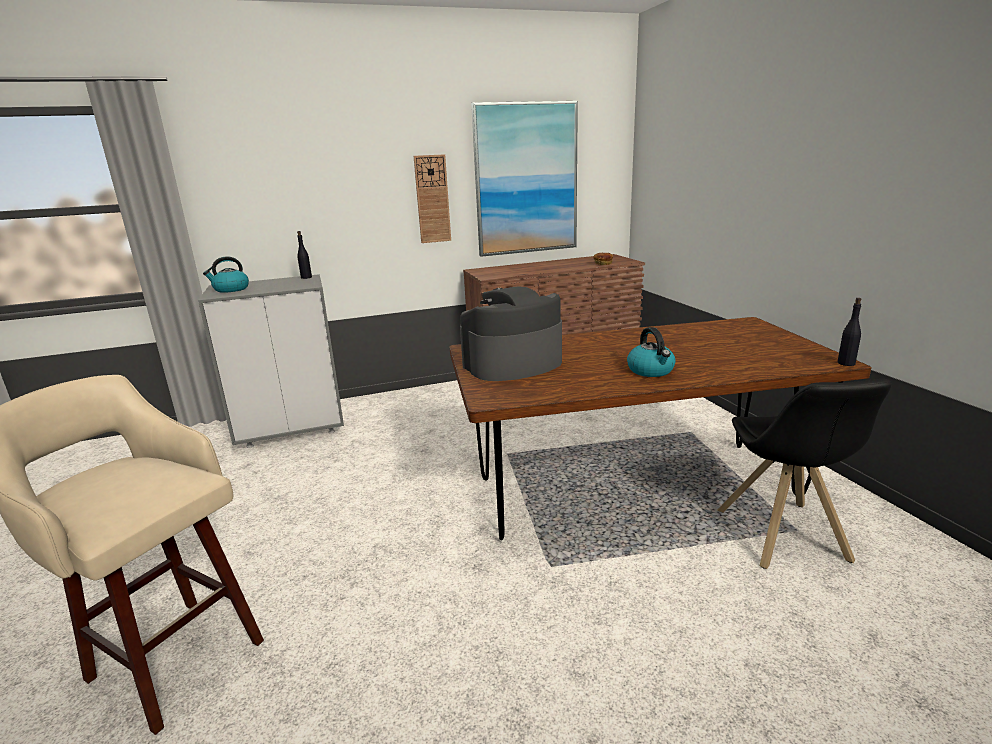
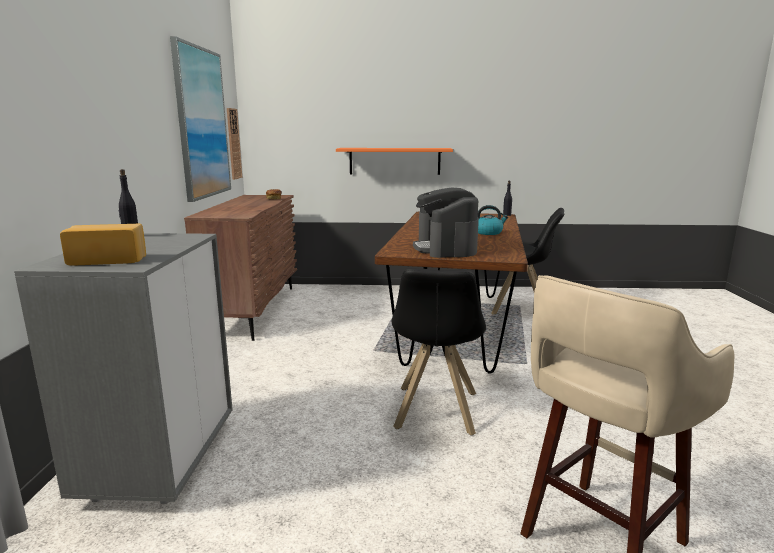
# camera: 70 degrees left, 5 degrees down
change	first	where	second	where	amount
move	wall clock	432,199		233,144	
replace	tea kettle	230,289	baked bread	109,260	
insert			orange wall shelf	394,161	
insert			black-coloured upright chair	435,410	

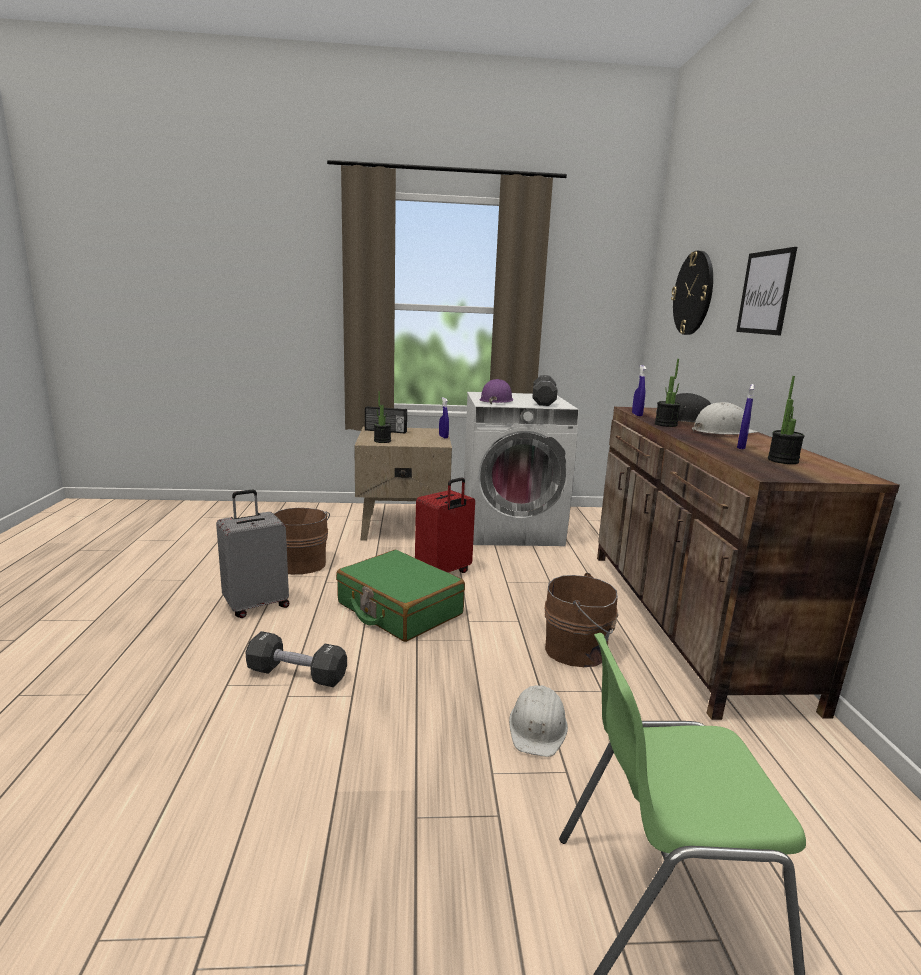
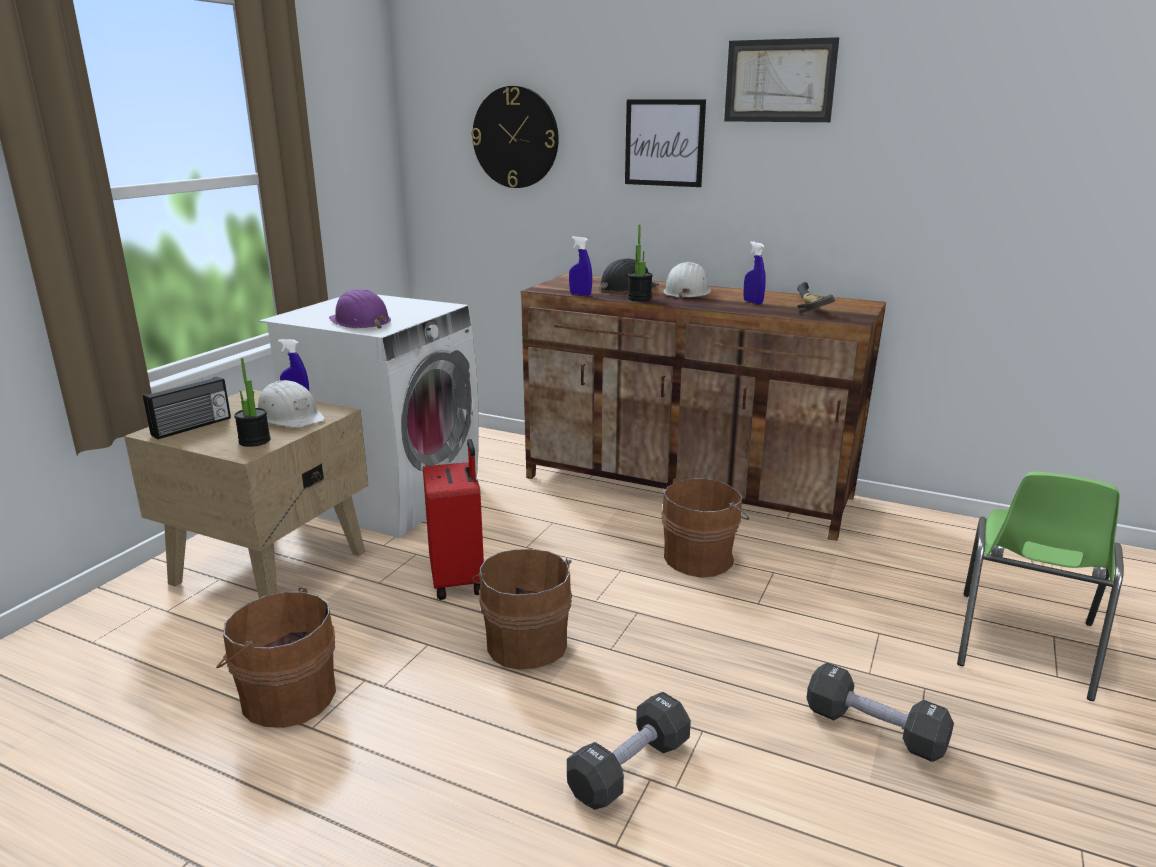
# camera: 60 degrees left, 5 degrees up
change	first	where	second	where	amount
move	black-coloured dumbbell	543,401		874,730	
replace	potted plant	783,460	tool hammer	807,305	
delete	gray suitcase	256,605			
replace	greenish suitcase	399,609	brown-coloured pail	526,641	
move	whitish safety helmet	538,727		290,417	
insert			wall art	779,81	

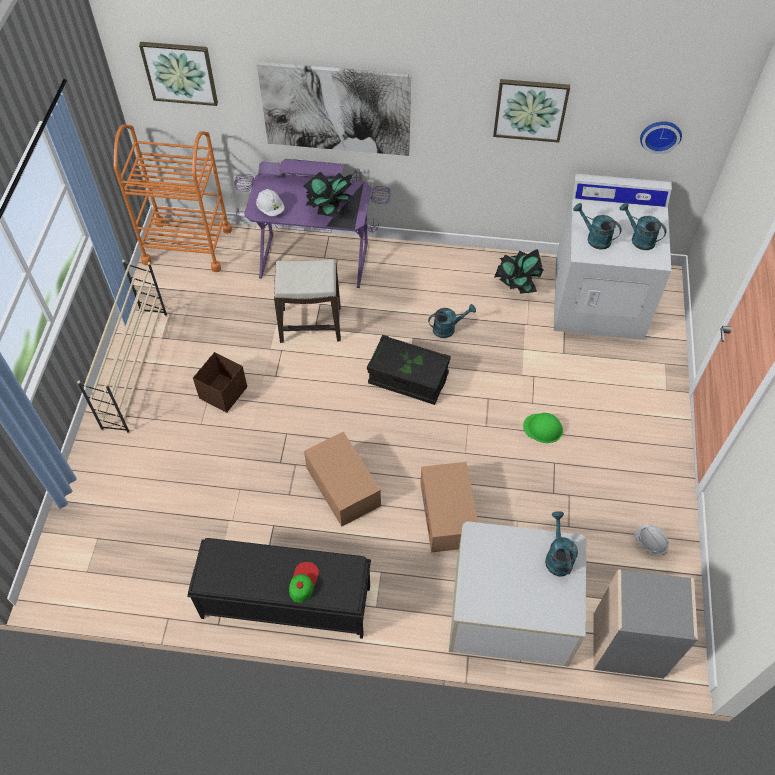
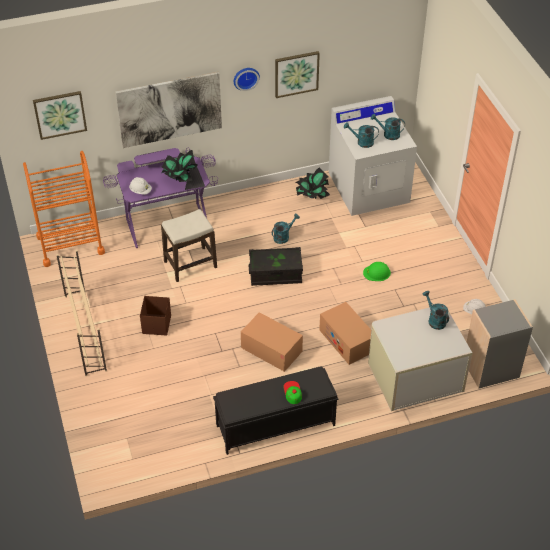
# camera: 25 degrees left, 10 degrees down
change	first	where	second	where	amount
move	wall clock	660,134		245,77	

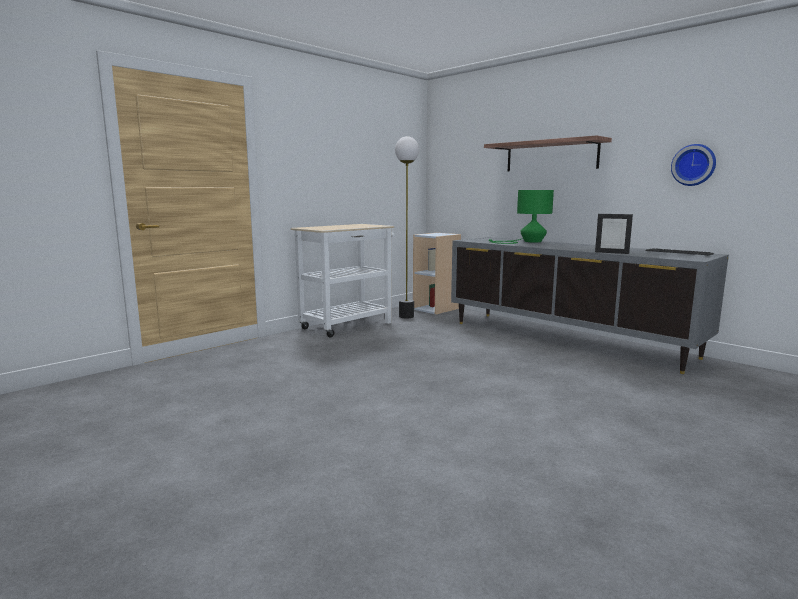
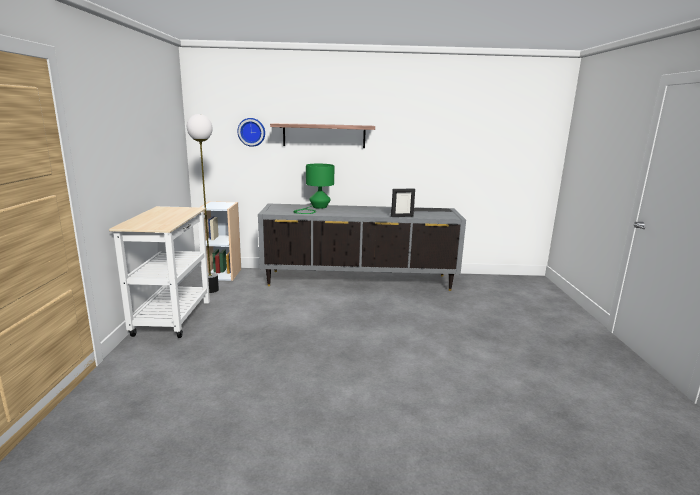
# camera: 45 degrees left, 5 degrees up
change	first	where	second	where	amount
move	wall clock	694,165		252,132	

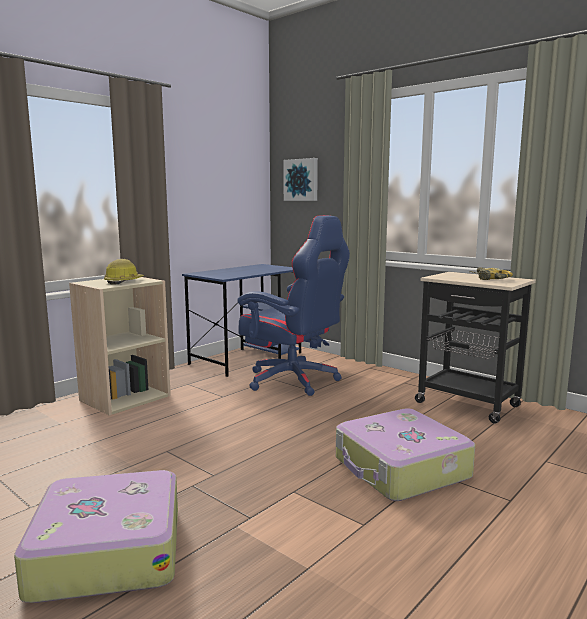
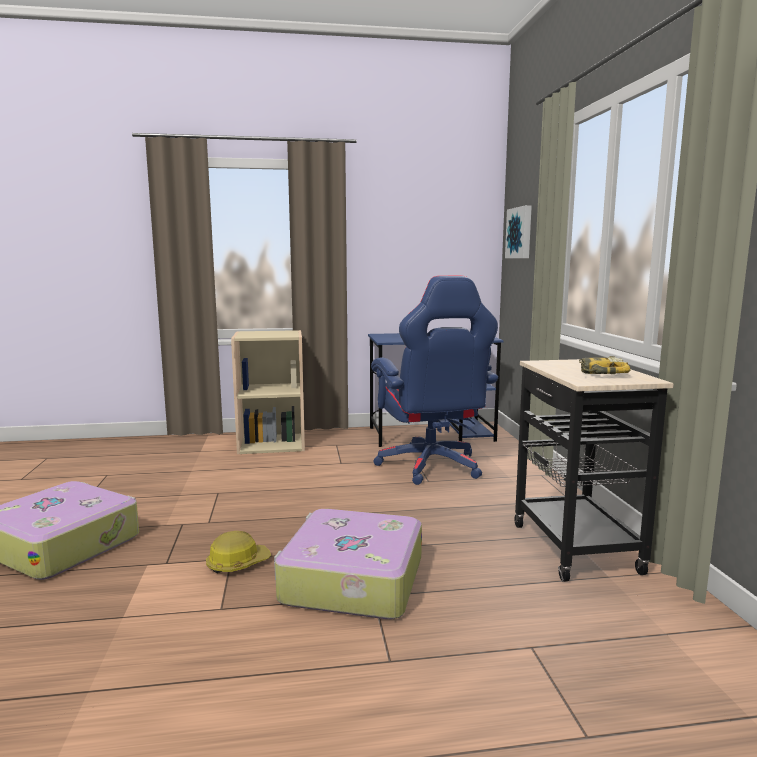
# camera: 40 degrees right, 0 degrees up
change	first	where	second	where	amount
move	safety helmet	124,282		237,563	

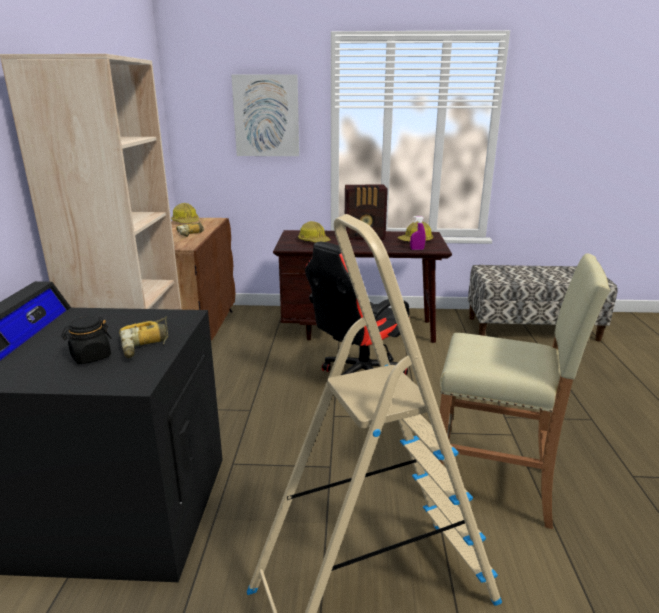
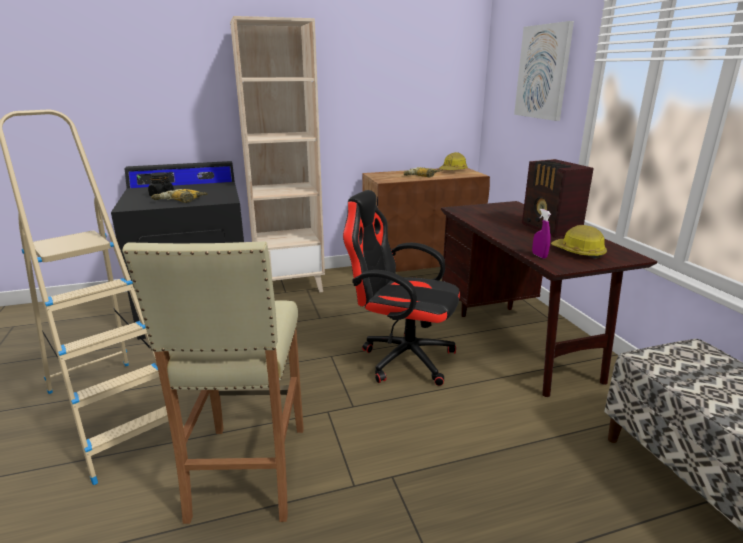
# camera: 70 degrees right, 0 degrees up
change	first	where	second	where	amount
delete	safety helmet	314,241			

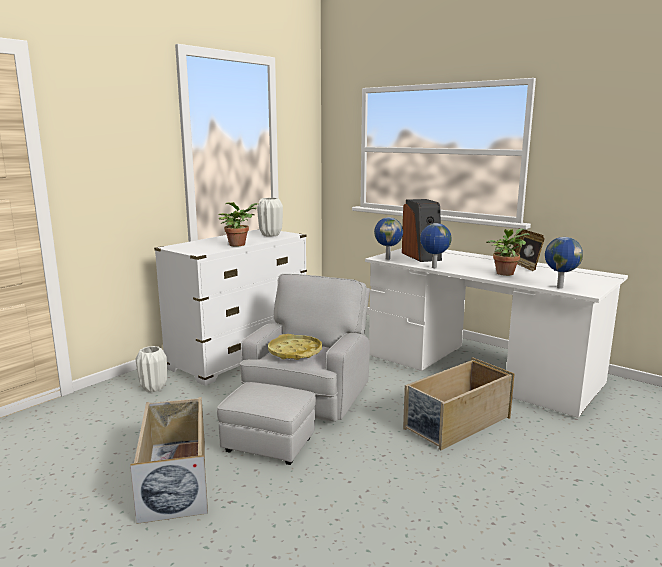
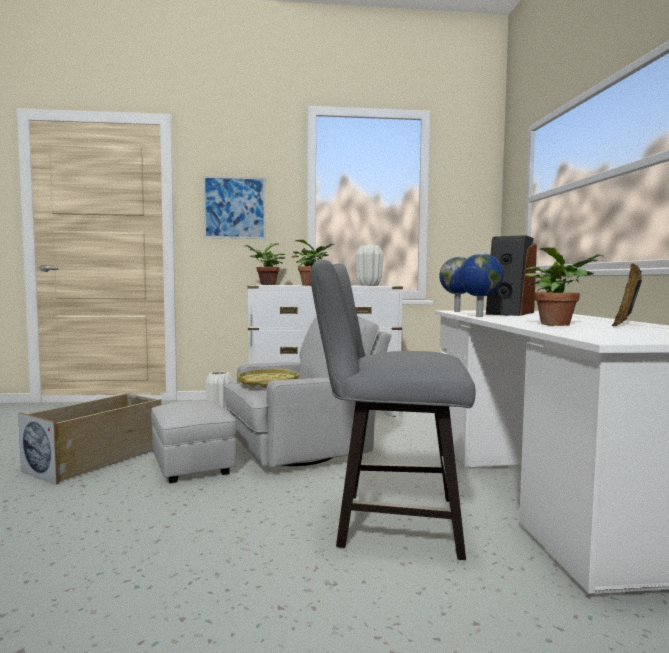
# camera: 45 degrees right, 10 degrees down
change	first	where	second	where	amount
delete	world globe	559,287			
replace	sand-coloured storage box	456,423	gray upright chair	387,522	
insert			wall art	234,207	
insert			potted plant	266,284	

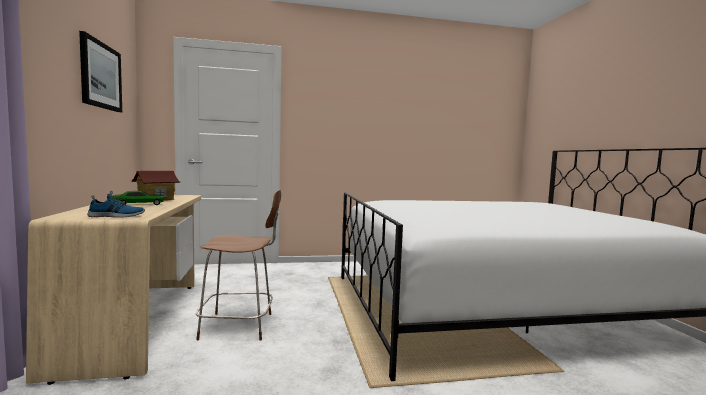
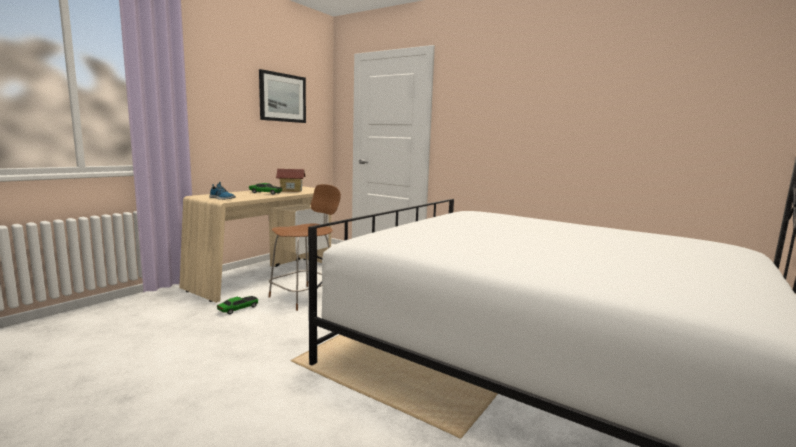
# camera: 45 degrees right, 5 degrees up
change	first	where	second	where	amount
rotate	brown-coloured upright chair	240,326		304,297	90 degrees counterclockwise
insert			toy car	238,309	

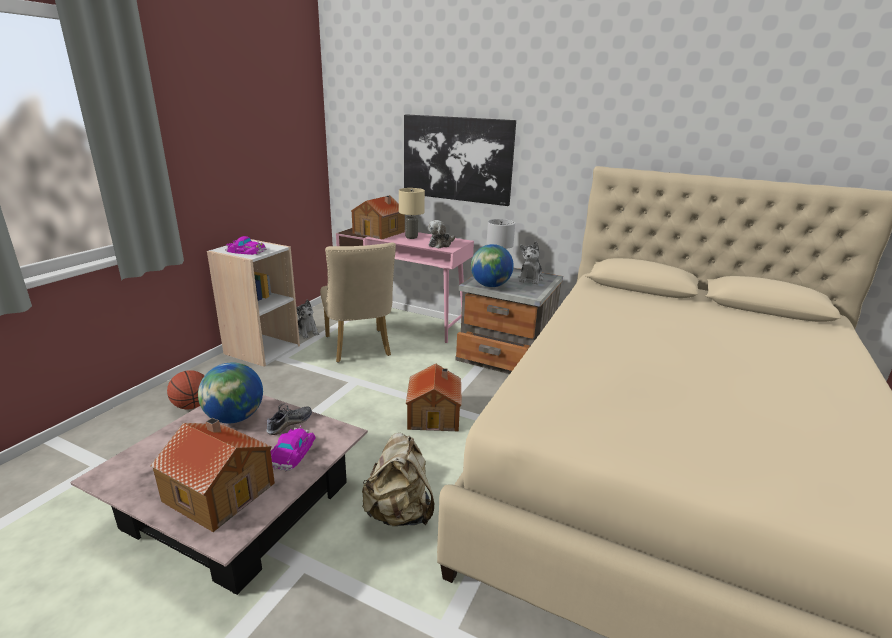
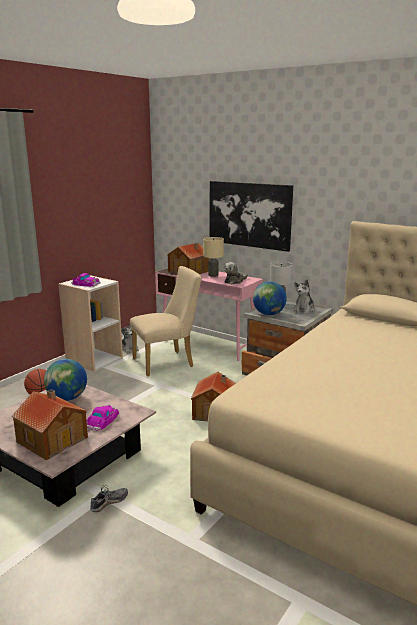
# camera: 10 degrees right, 5 degrees down
change	first	where	second	where	amount
rotate	sand-coloured upright chair	359,348		167,362	105 degrees counterclockwise
move	low shoe	289,424		109,502	
delete	sand-coloured rucksack	399,513			

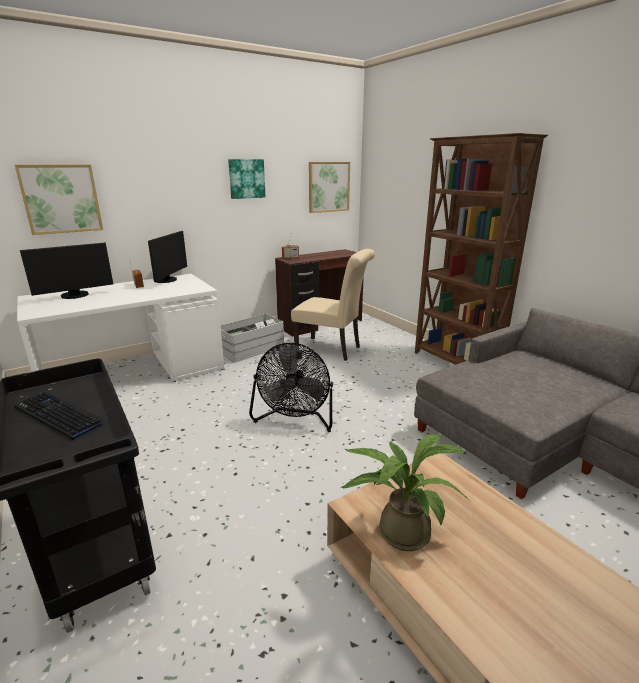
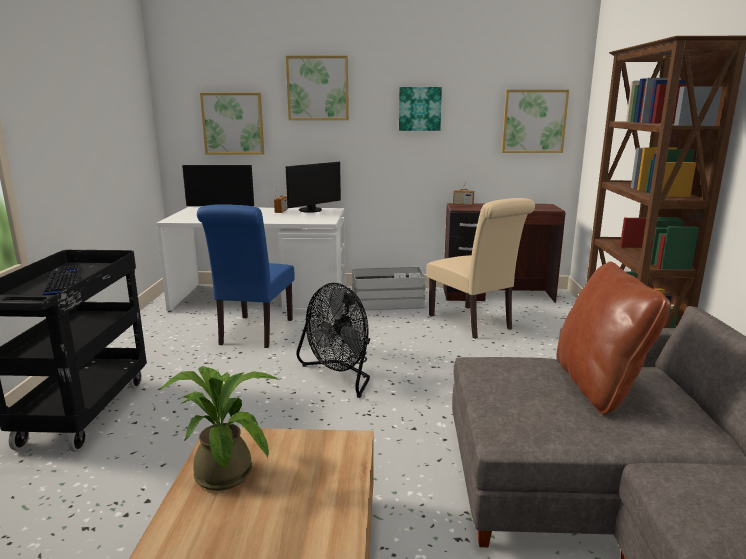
# camera: 35 degrees right, 5 degrees down
change	first	where	second	where	amount
insert			wall art	318,88	
insert			blue-coloured upright chair	254,333	
insert			brown-coloured pillow	598,386	

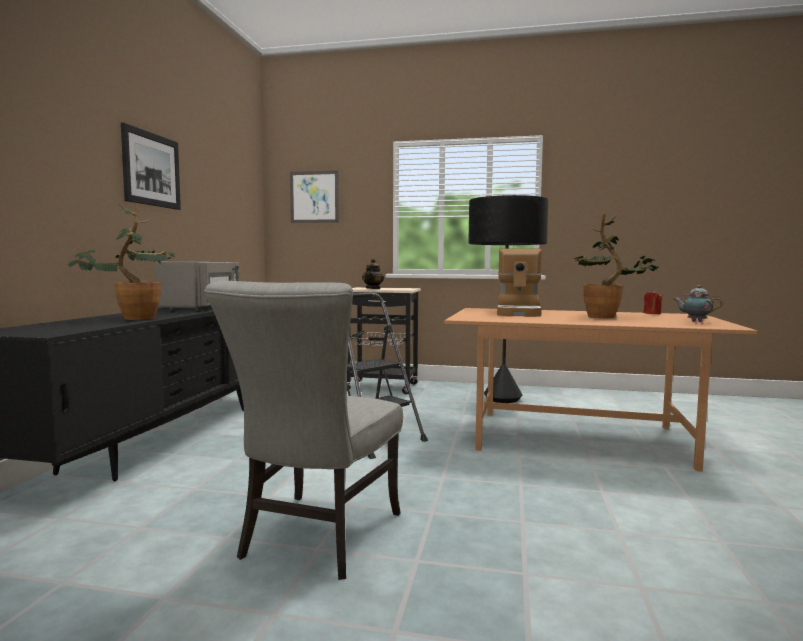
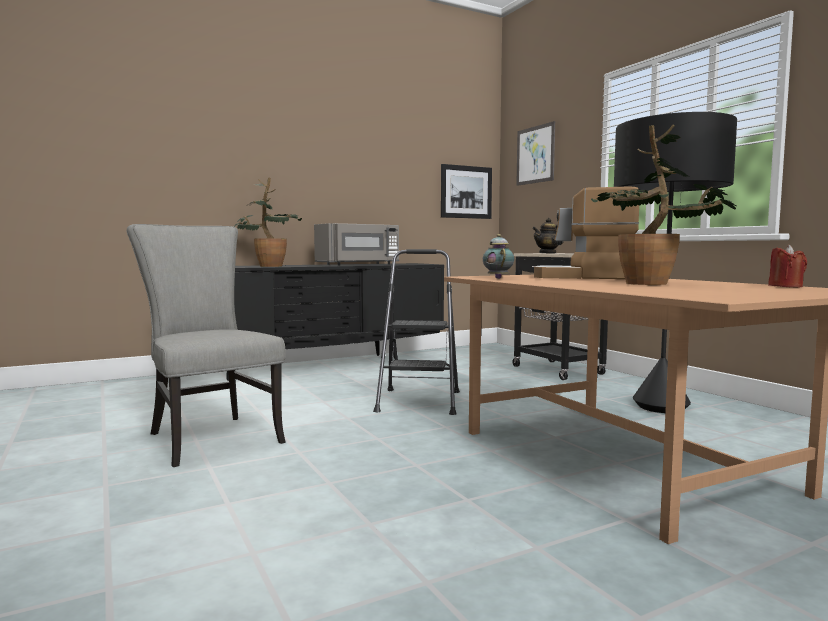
# camera: 50 degrees right, 0 degrees up
change	first	where	second	where	amount
move	wall art	151,169		466,192	
rotate	coffee brewer	519,312		585,277	45 degrees clockwise
rotate	gray upright chair	316,538		209,436	75 degrees clockwise
move	pot for tea	695,322		498,278	

